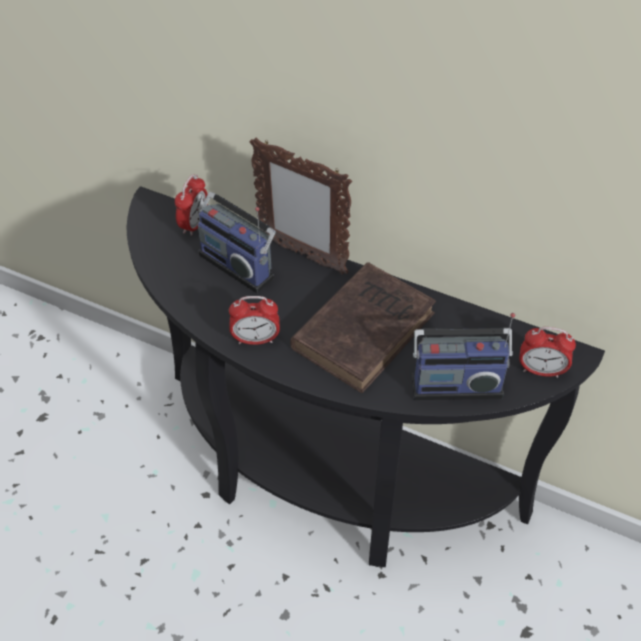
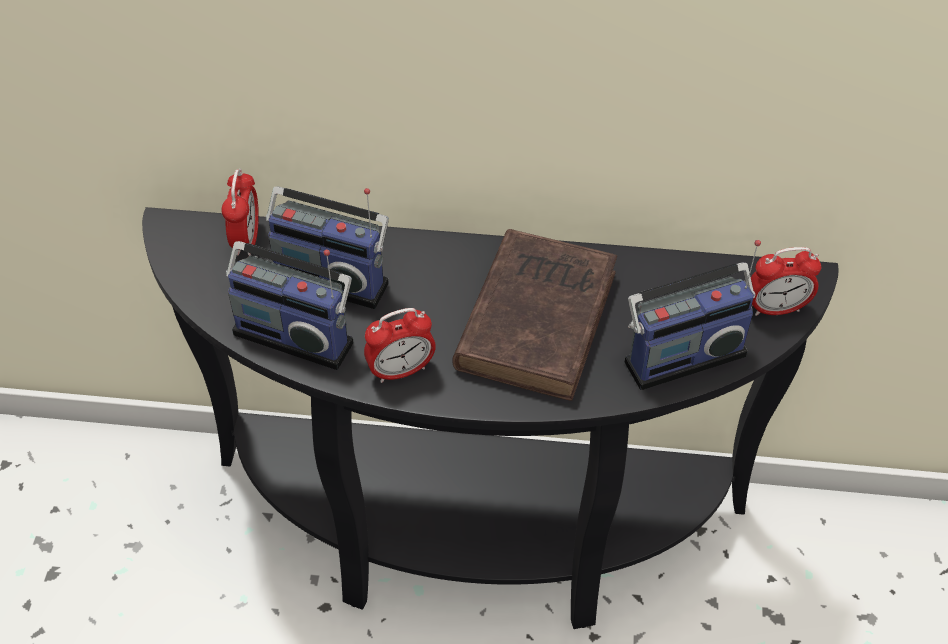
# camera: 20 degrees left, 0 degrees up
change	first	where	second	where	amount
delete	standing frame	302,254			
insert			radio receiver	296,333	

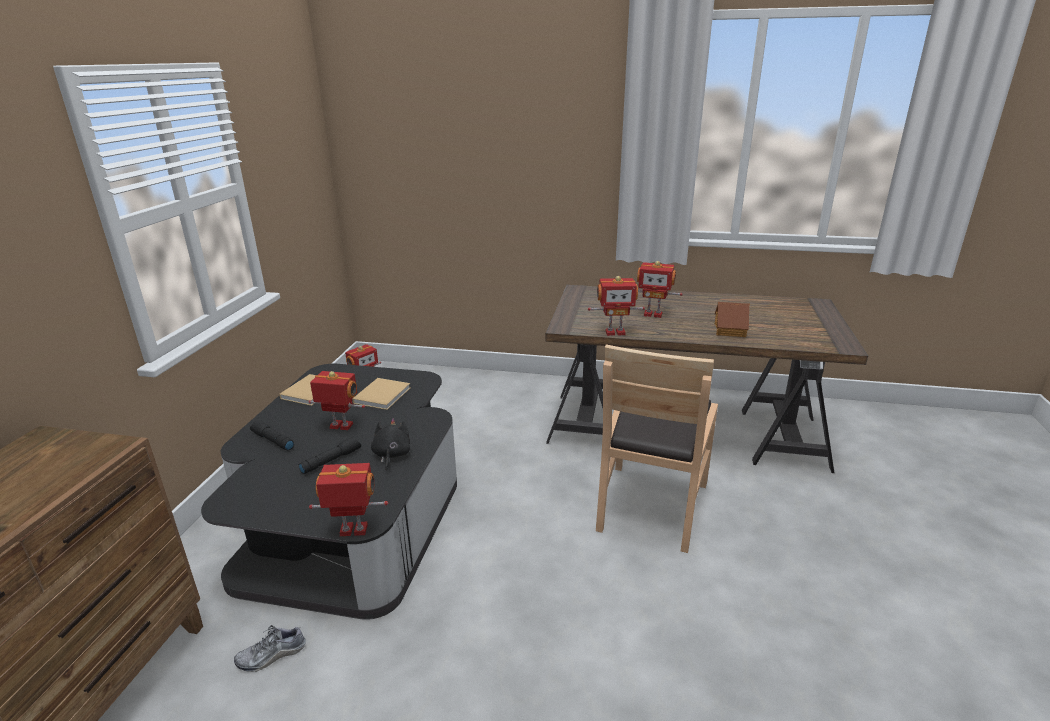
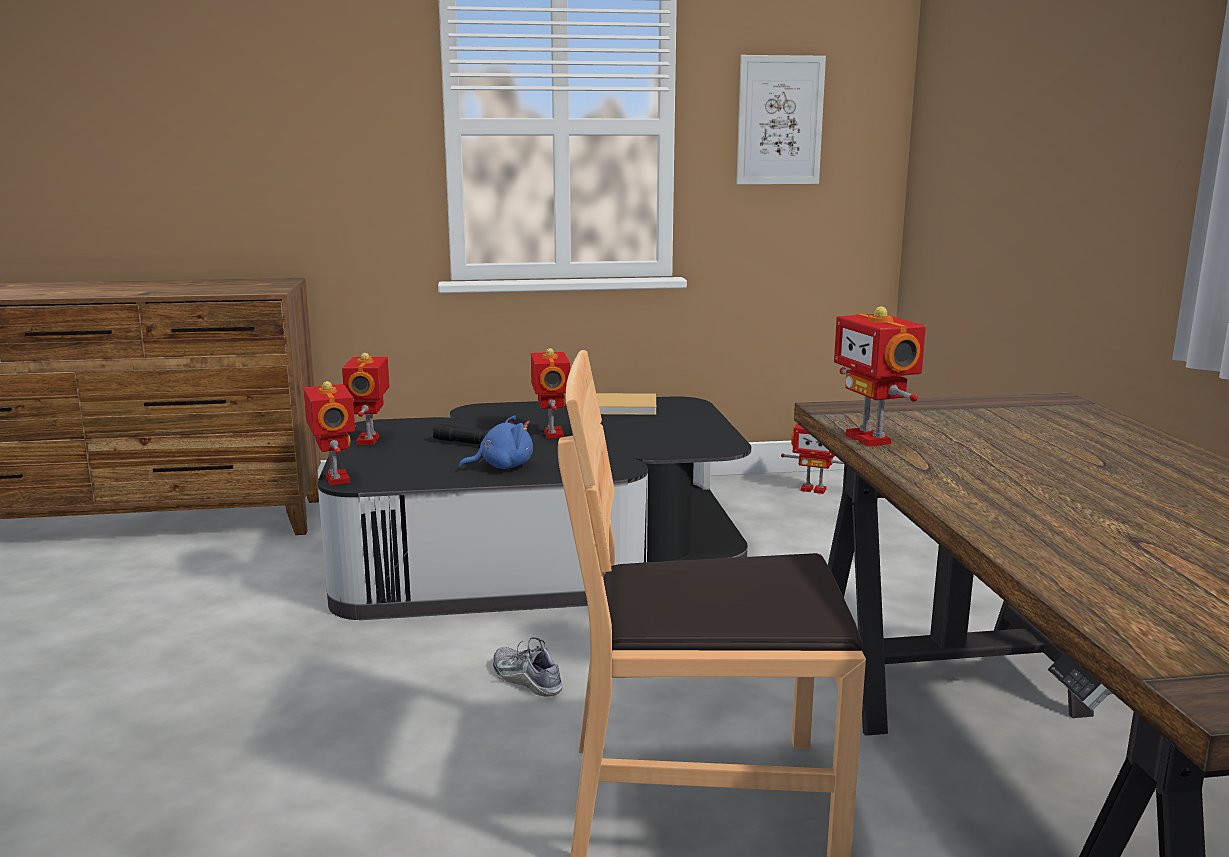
# camera: 70 degrees right, 10 degrees down
change	first	where	second	where	amount
move	model robot	653,314		370,440	
delete	miniature house	730,330			
delete	sand-coloured bound book	383,394			
recolor	black-coloured soft toy	391,455	blue-coloured soft toy	502,466	
delete	black-coloured hand torch	272,441			
move	low shoe	272,655		526,679	
insert			wall art	780,120	

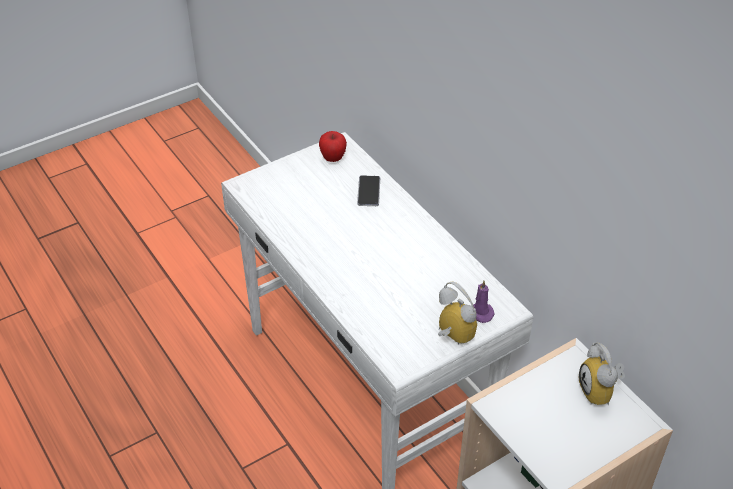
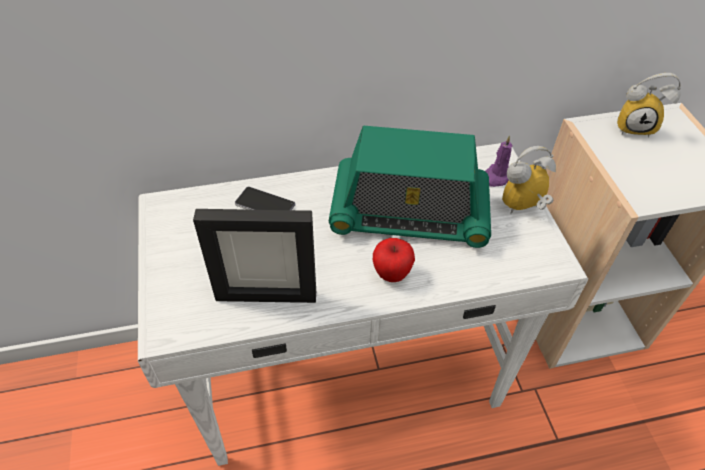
# camera: 70 degrees left, 5 degrees up
change	first	where	second	where	amount
move	apple	333,158		391,274	
insert			radio receiver	409,213	
insert			standing frame	266,294	

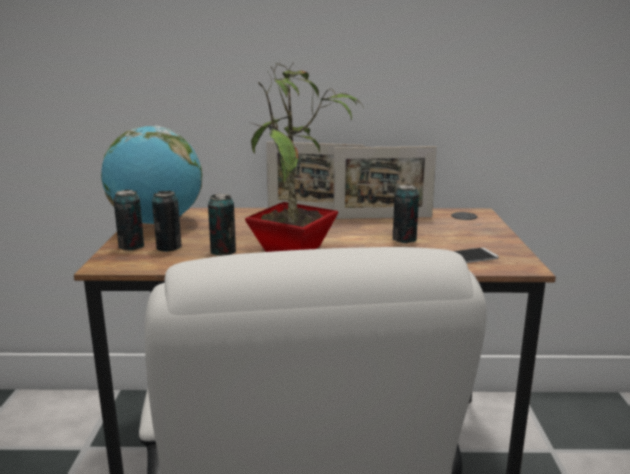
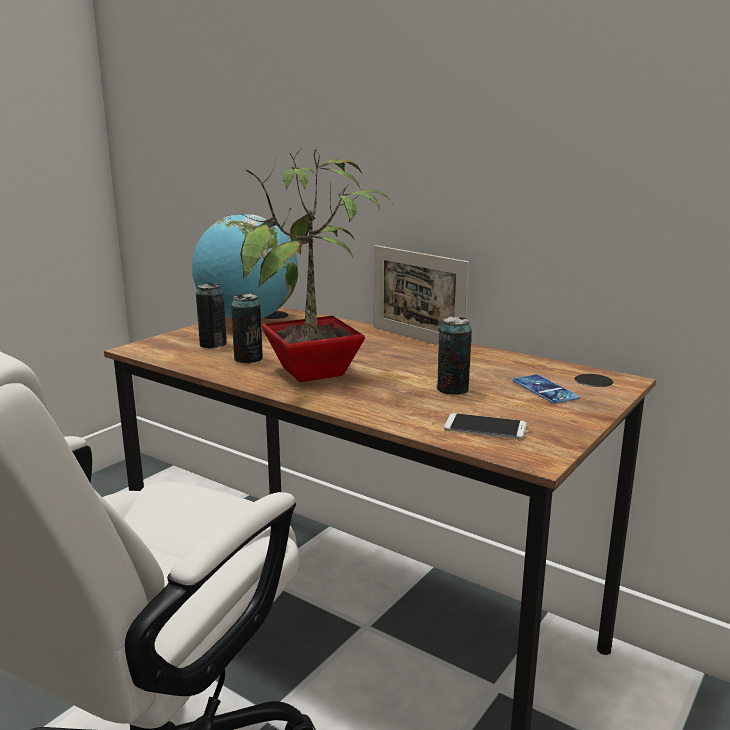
# camera: 35 degrees right, 0 degrees up
change	first	where	second	where	amount
delete	standing frame	382,217			
delete	metal can	131,246			
insert			phone	545,390	

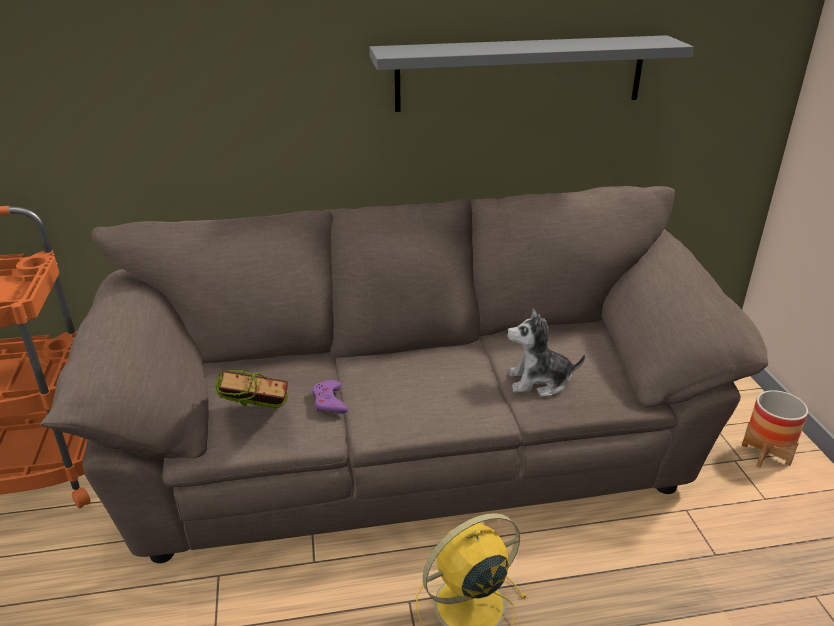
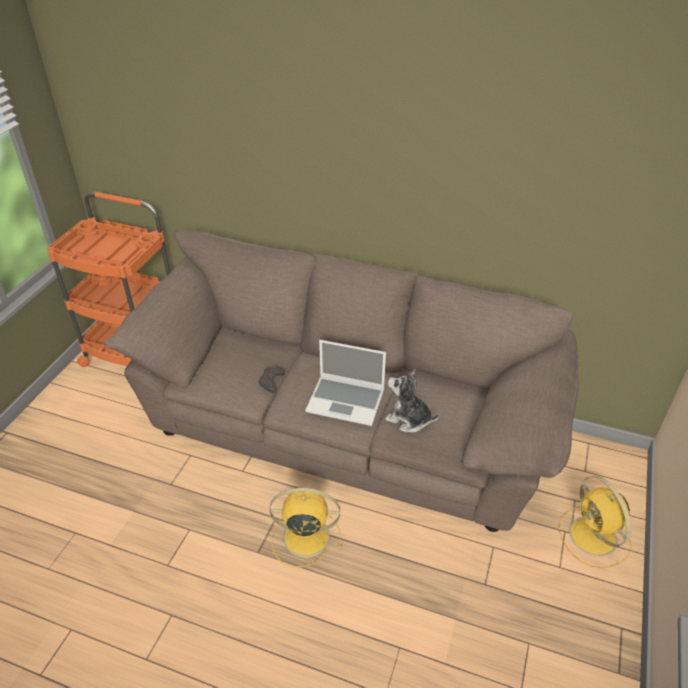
# camera: 30 degrees right, 10 degrees up
change	first	where	second	where	amount
delete	gray wall shelf	520,73			
delete	bound book	257,422			
recolor	purplish gamepad	329,401	gray gamepad	271,381	
replace	flower pot	766,454	yellow-coloured electric fan	594,538	
insert			notebook computer	347,401	

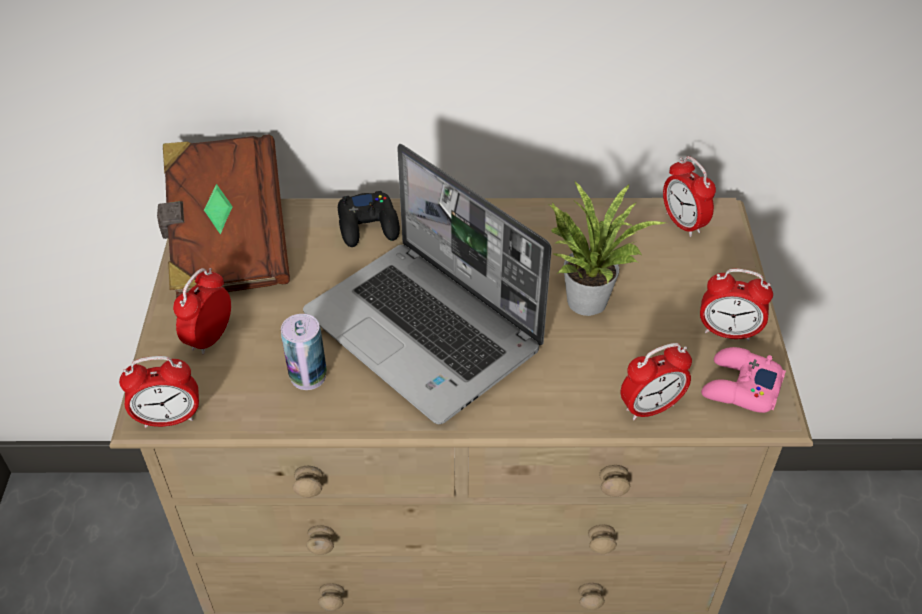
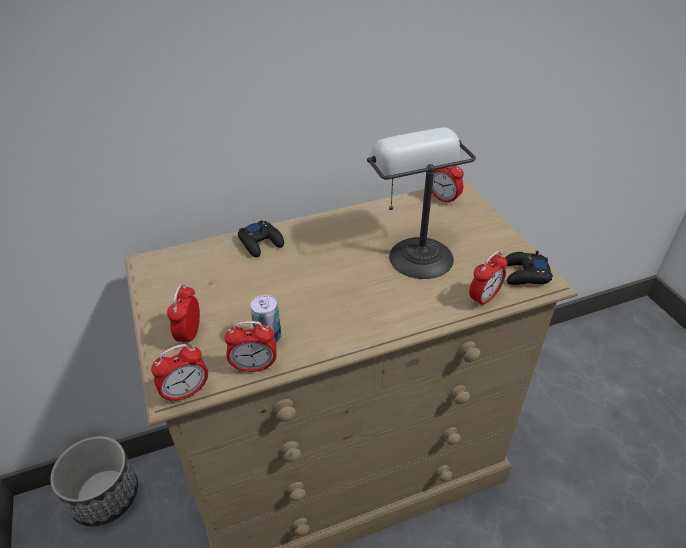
# camera: 20 degrees left, 5 degrees down
change	first	where	second	where	amount
delete	brown-coloured bound book	227,242			
delete	notebook computer	426,332			
replace	potted plant	586,297	lamp for a table	413,249	
move	bedside clock	727,332		254,366	
recolor	pinkish gamepad	740,387	black-coloured gamepad	525,274	
insert			flower pot	105,495	

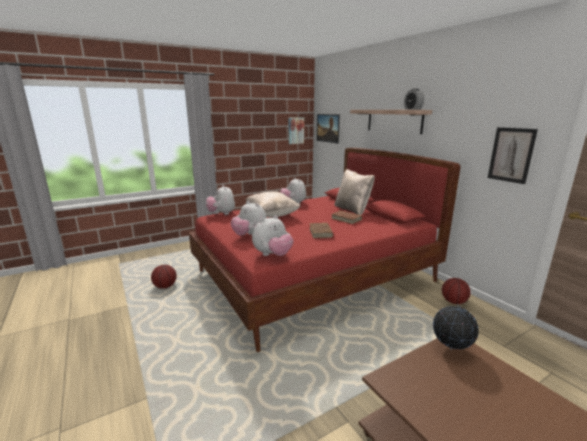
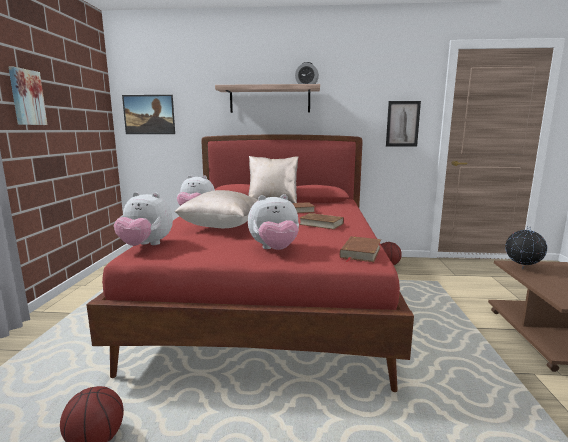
# camera: 55 degrees left, 5 degrees down
change	first	where	second	where	amount
move	wall art	295,130		26,97	
replace	soft toy	273,255	brown-coloured bound book	360,252	

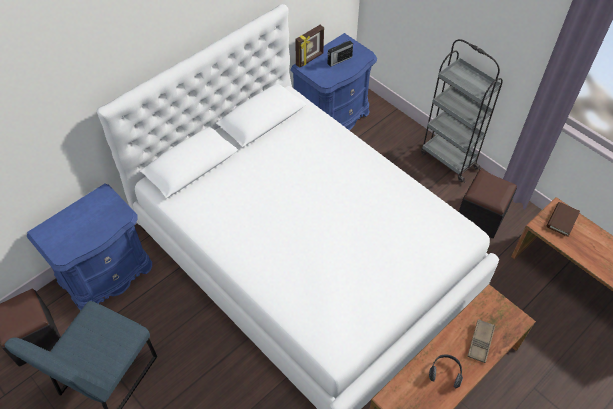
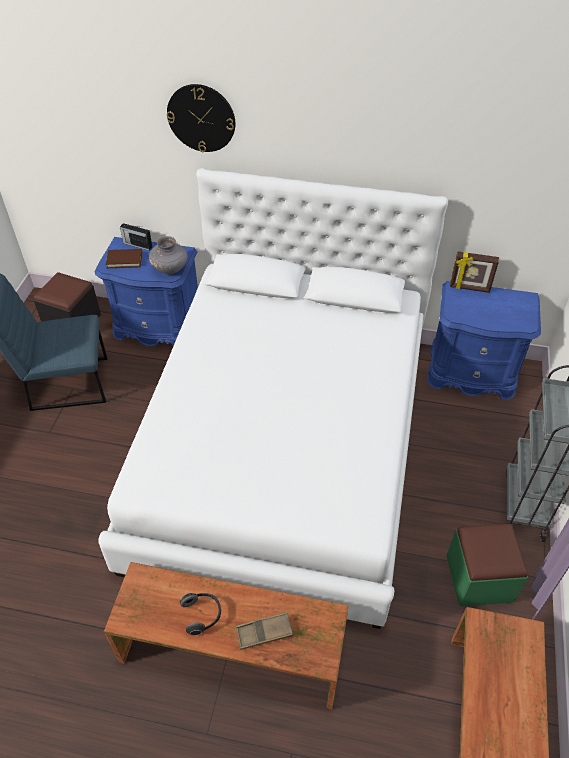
# camera: 55 degrees right, 5 degrees down
change	first	where	second	where	amount
move	radio receiver	339,60		137,245	
recolor	black-coloured footrest	481,216	greenish footrest	479,578	
move	brown-coloured bound book	562,220		124,260	
insert			wall clock	201,118	
insert			gray vase	170,269	

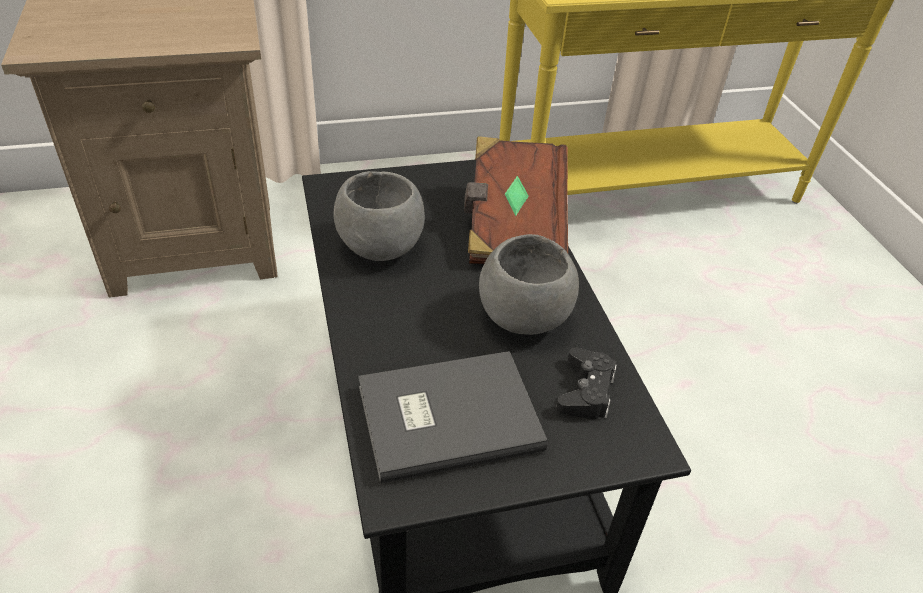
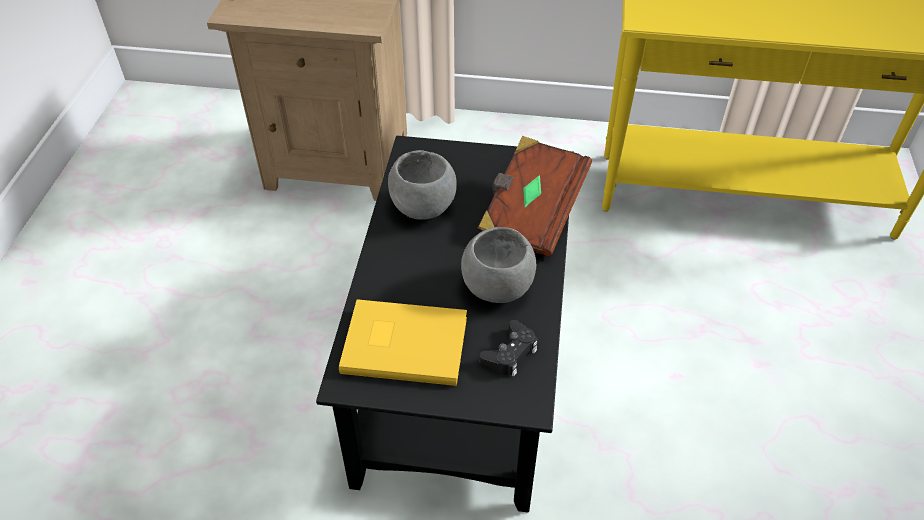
# camera: 25 degrees right, 5 degrees up
change	first	where	second	where	amount
recolor	gray bound book	445,415	yellow-coloured bound book	403,342	

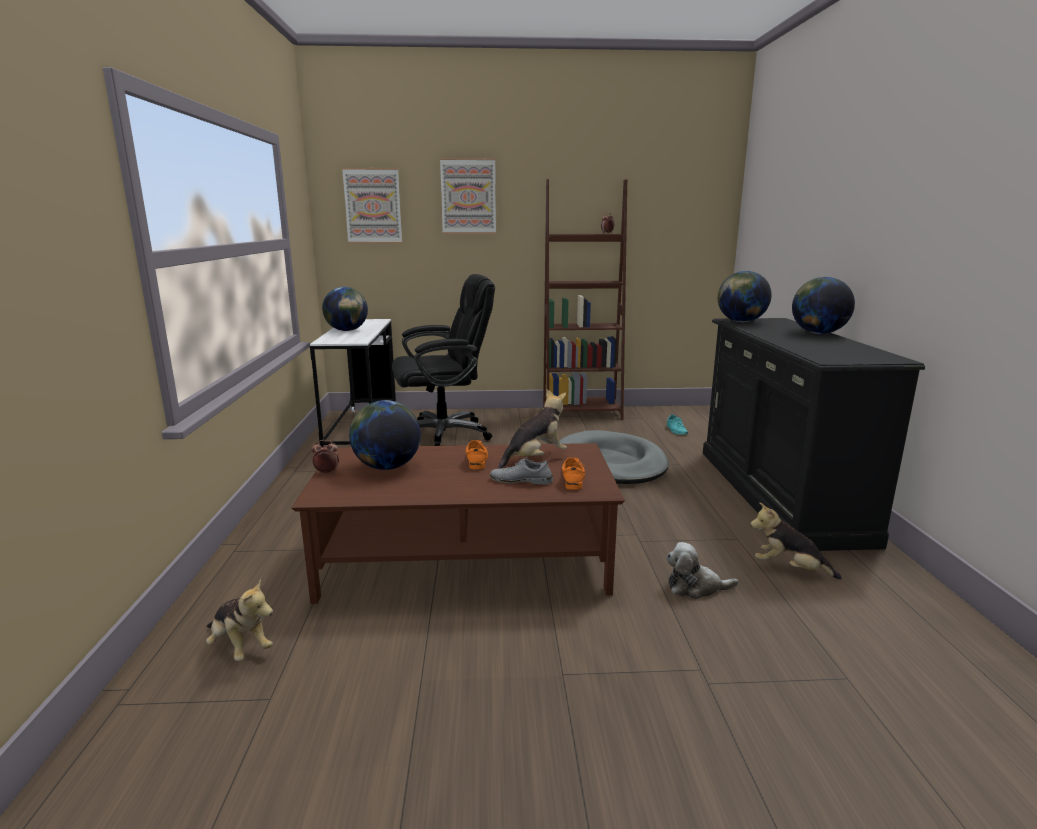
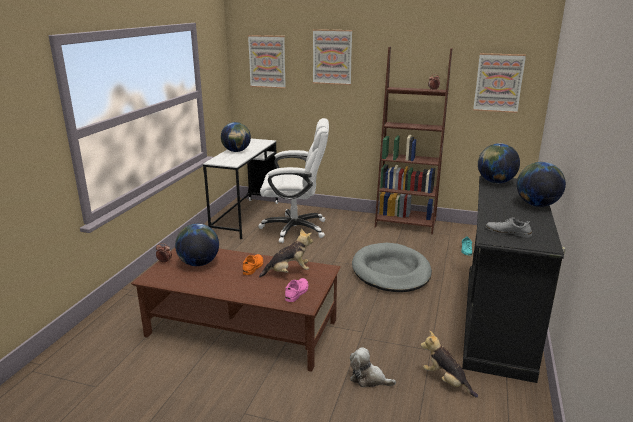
# camera: 20 degrees right, 5 degrees up
change	first	where	second	where	amount
recolor	black-coloured desk chair	443,435	whitish desk chair	294,228	
move	gray low shoe	521,480		508,232	
recolor	orange low shoe	573,478	pinkish low shoe	297,292	
delete	soft toy	240,647			
insert			wall art	498,83	

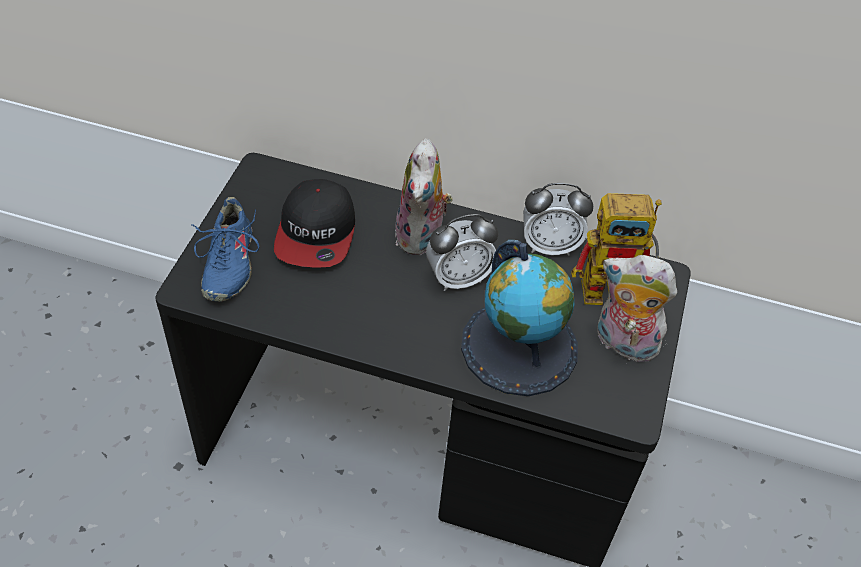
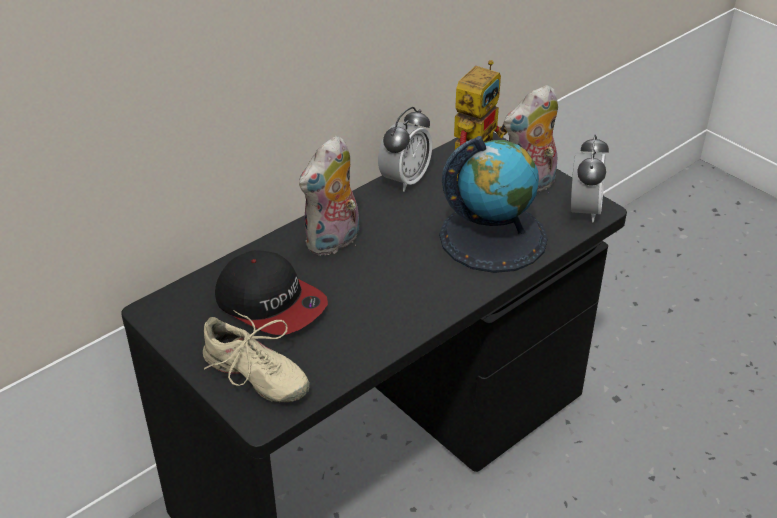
# camera: 55 degrees left, 10 degrees down
change	first	where	second	where	amount
rotate	soft toy	421,237		333,242	90 degrees clockwise
recolor	blue-coloured low shoe	228,263	sand-coloured low shoe	255,376	
move	bedside clock	458,278		584,210	

